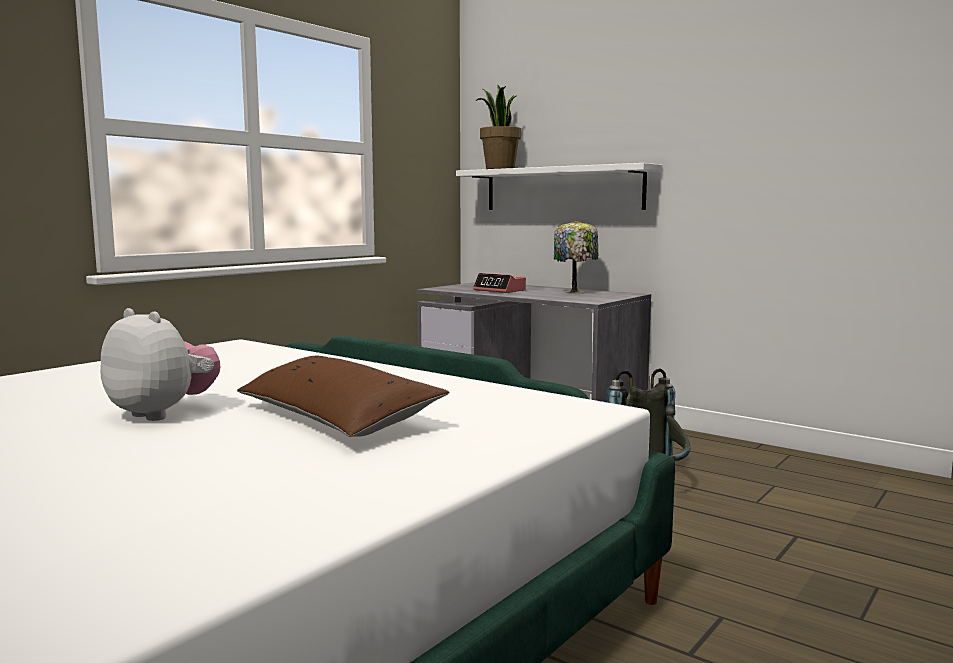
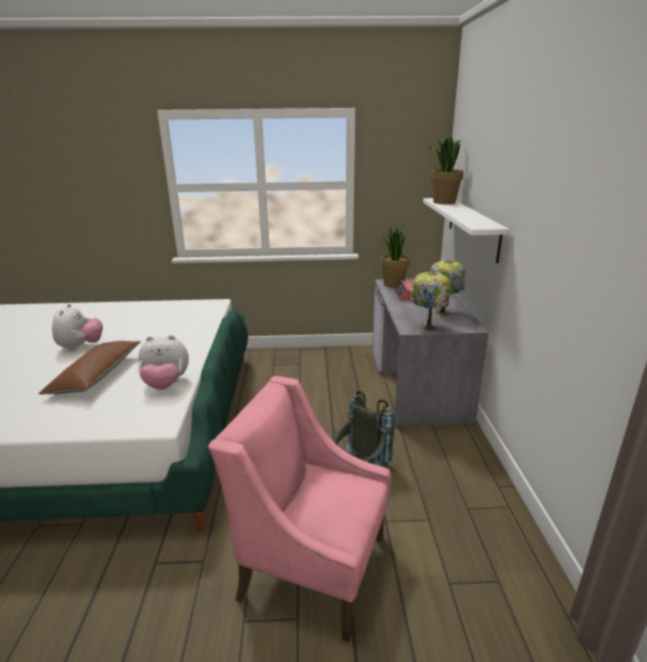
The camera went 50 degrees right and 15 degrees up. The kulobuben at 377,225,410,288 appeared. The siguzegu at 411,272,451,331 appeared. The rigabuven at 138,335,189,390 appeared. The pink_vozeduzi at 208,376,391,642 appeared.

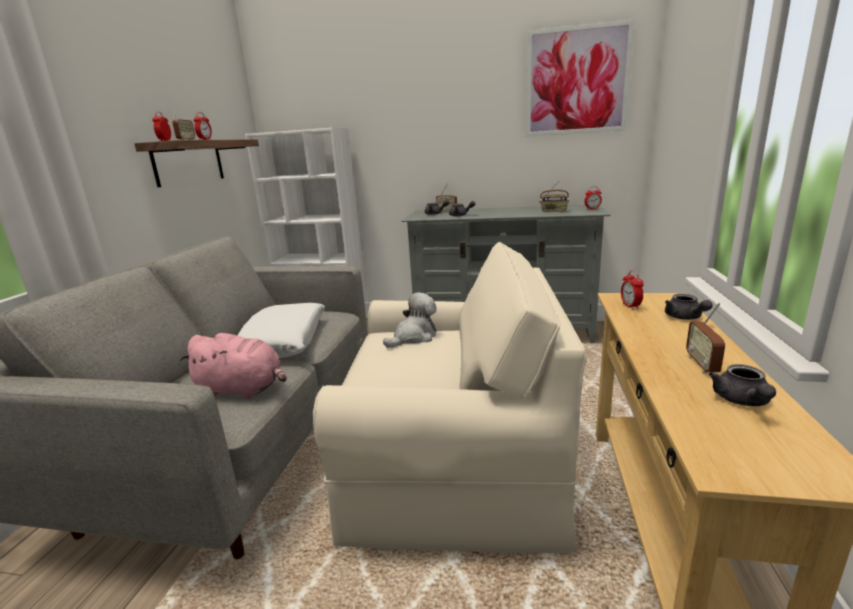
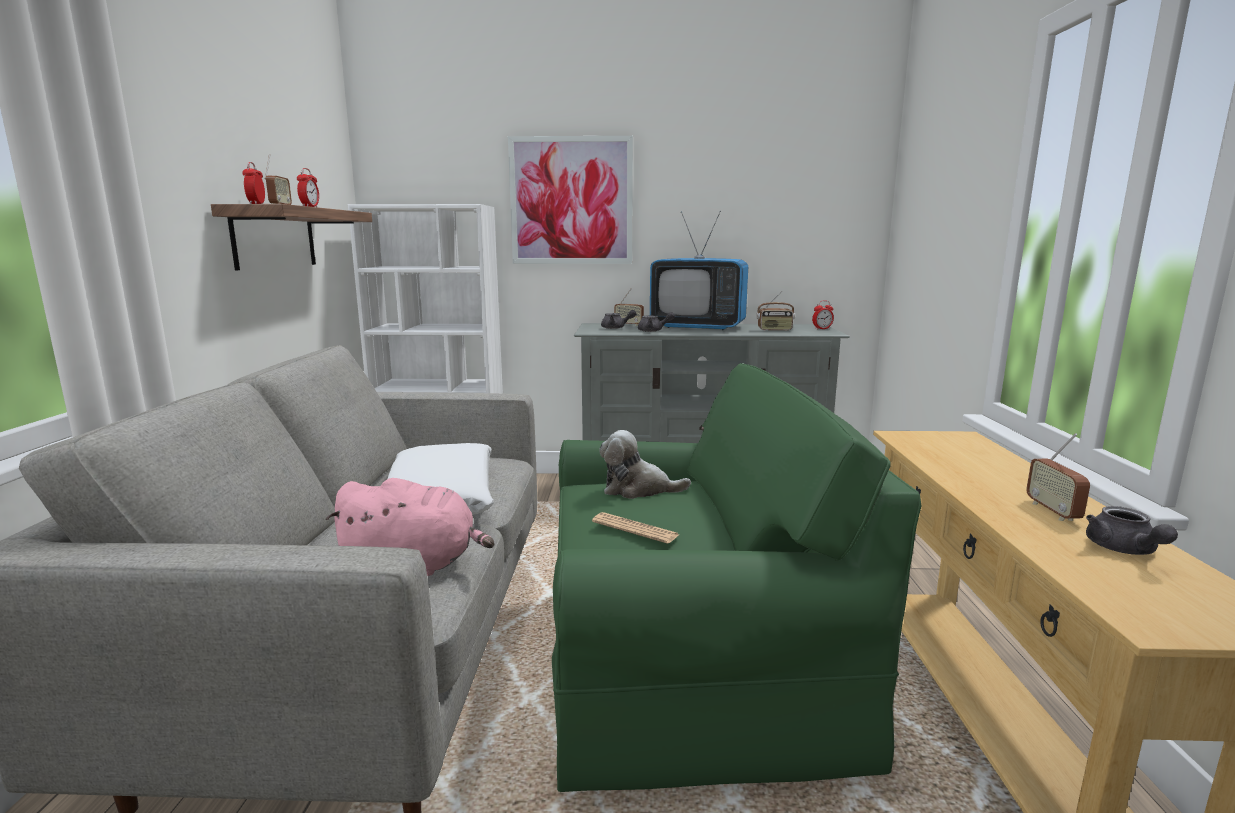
The camera went 10 degrees left and 5 degrees down. The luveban moved from 526,19,635,137 to 508,136,633,264. The beige_vozeduzi at 313,242,586,553 became the green_vozeduzi at 552,363,922,792. The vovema at 621,270,644,310 disappeared. The rigabuven at 383,292,437,348 turned 120 degrees counterclockwise. The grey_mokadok at 665,294,713,320 disappeared. The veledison at 650,211,748,330 appeared. The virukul at 592,512,679,544 appeared.

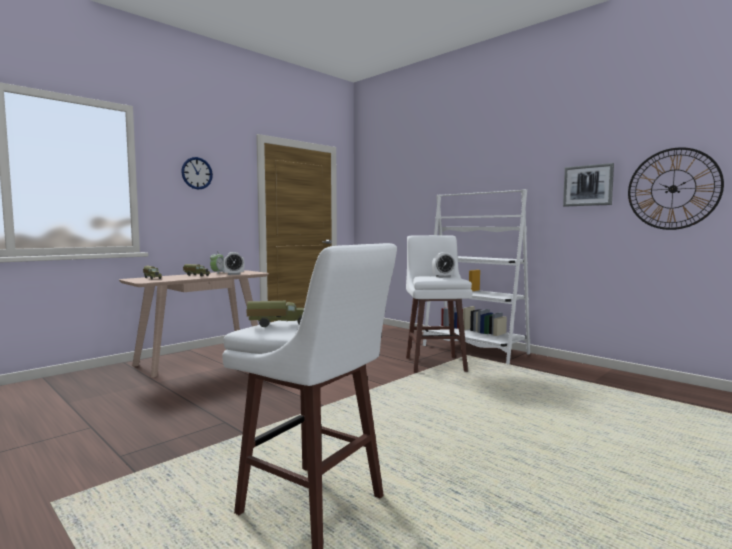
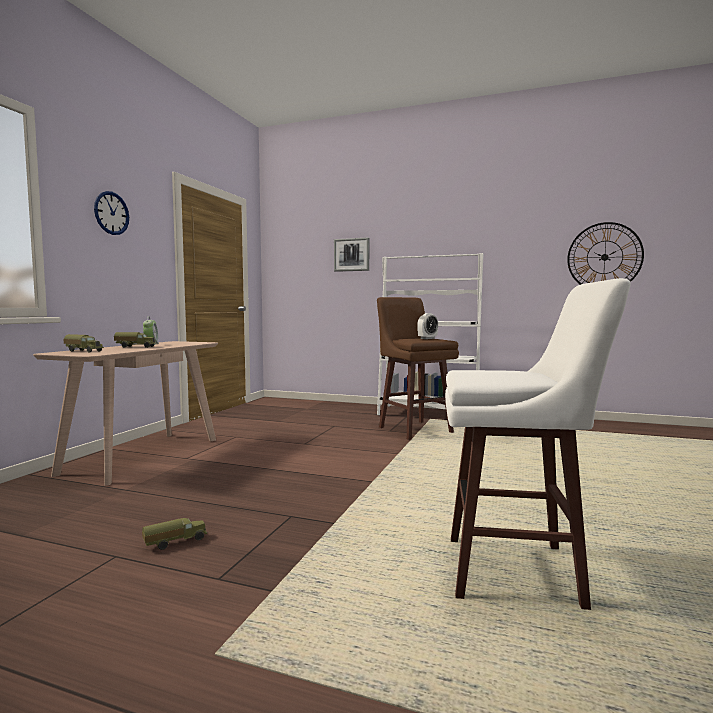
The camera went 25 degrees left and 0 degrees up. The luveban moved from 563,163,614,207 to 334,237,369,272. The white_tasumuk at 406,235,473,373 became the brown_tasumuk at 377,297,459,440. The vovema at 223,252,245,275 disappeared. The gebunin moved from 247,301,304,327 to 142,518,207,550.

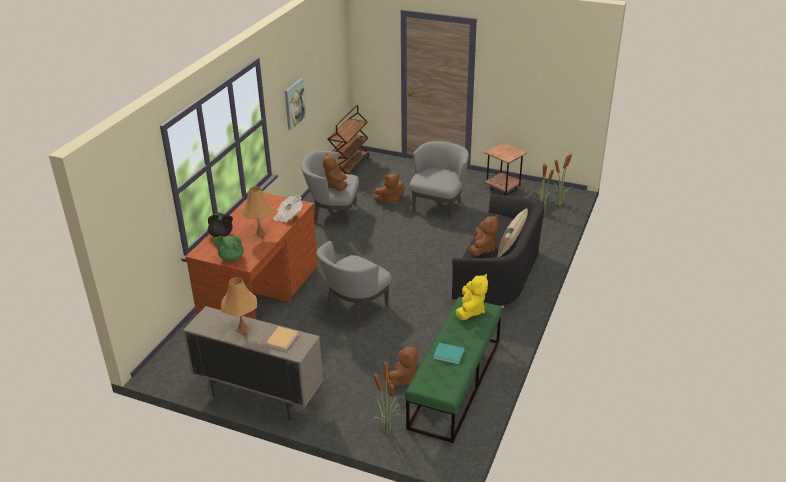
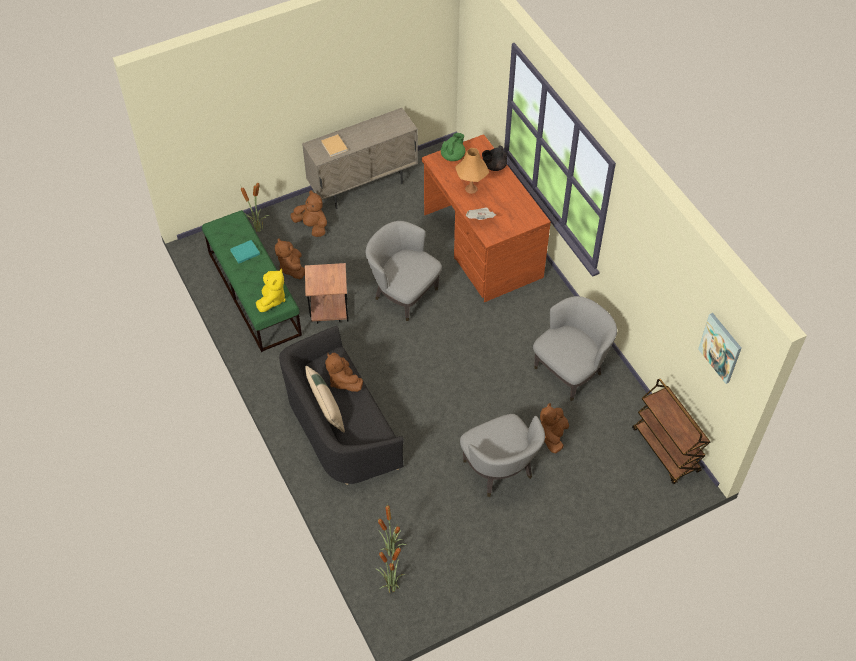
The camera went 130 degrees right and 20 degrees up. The luveban moved from 285,78,306,130 to 698,313,742,384. The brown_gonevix moved from 484,142,527,196 to 305,263,349,324. The brown_rigabuven moved from 323,153,347,191 to 290,190,327,237. The grey_vozeduzi at 316,241,392,325 turned 45 degrees counterclockwise. The yellow_rigabuven at 455,273,488,320 turned 135 degrees counterclockwise. The orange_siguzegu at 221,277,257,333 disappeared.

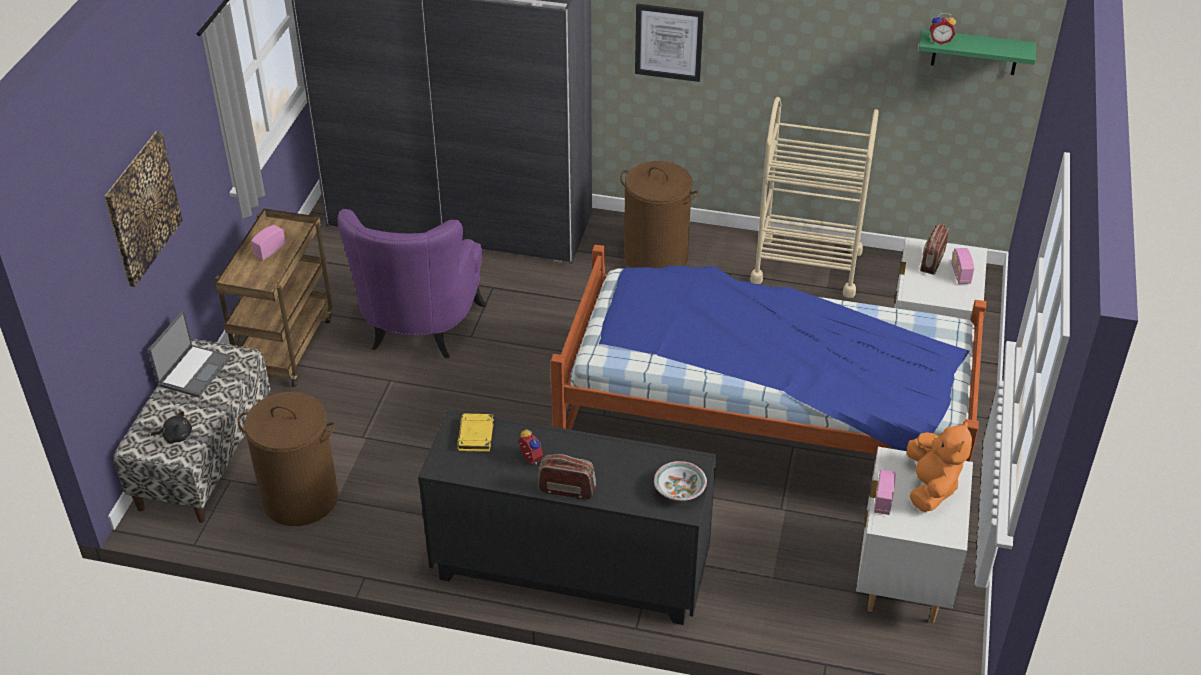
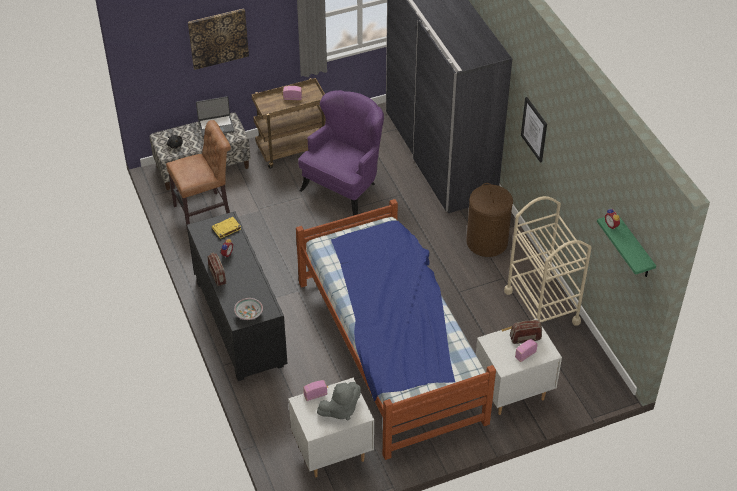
The camera went 55 degrees right and 5 degrees up. The purple_vozeduzi at 338,209,487,358 turned 150 degrees clockwise. The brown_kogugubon at 237,392,339,526 was replaced by the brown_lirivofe at 166,120,231,232. The orange_rigabuven at 907,420,972,512 became the grey_rigabuven at 317,382,361,420.

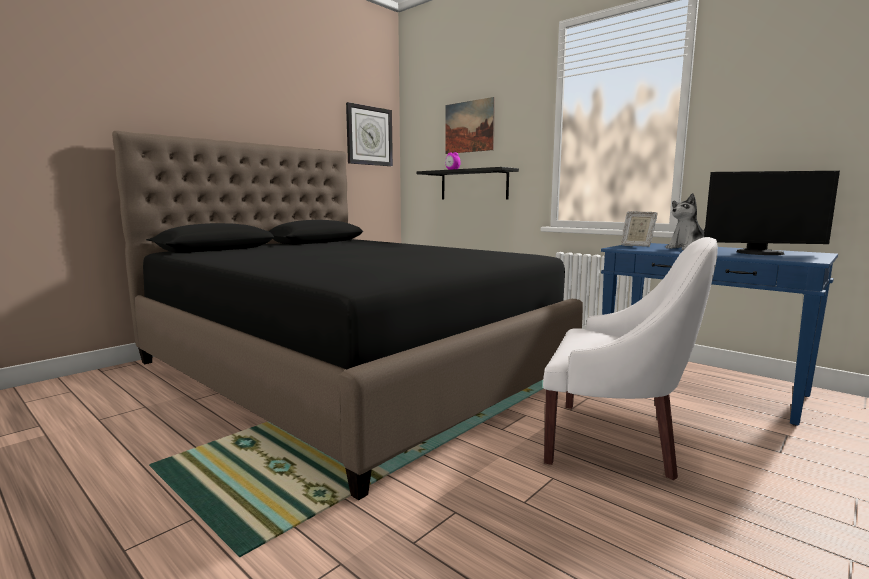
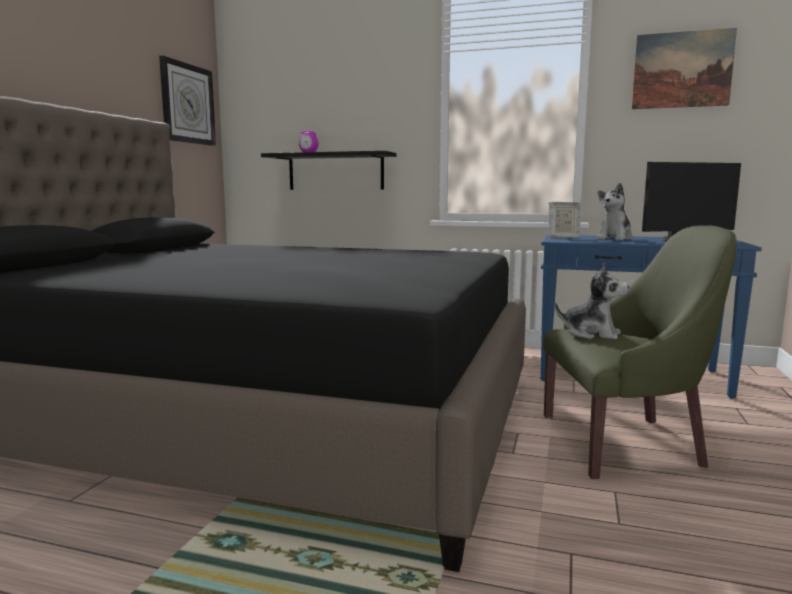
The camera went 25 degrees left and 0 degrees up. The luveban moved from 445,97,495,154 to 632,28,737,109. The white_vozeduzi at 543,237,718,480 became the green_vozeduzi at 543,225,737,479. The rigabuven at 555,262,629,339 appeared.

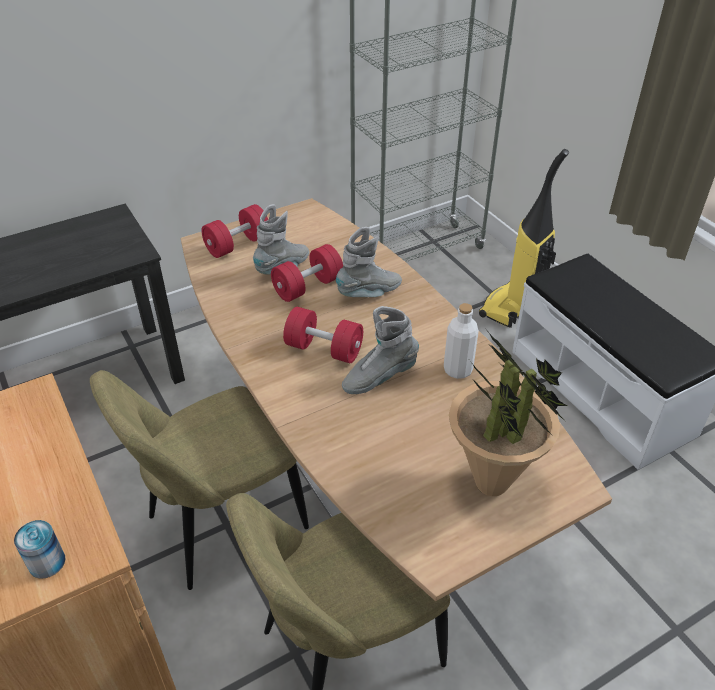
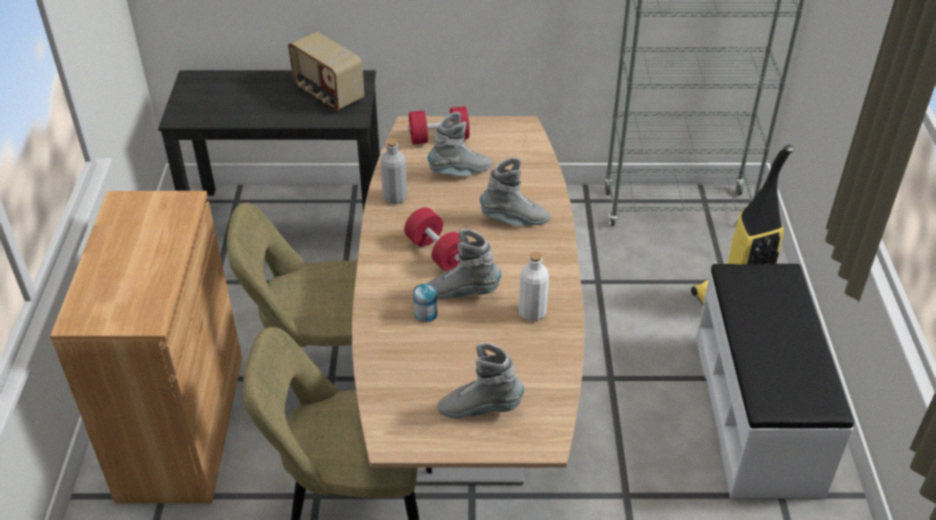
The camera went 30 degrees right and 0 degrees up. The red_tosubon at 271,244,343,302 disappeared. The kulobuben at 449,332,567,496 was replaced by the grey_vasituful at 438,343,524,419. The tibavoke moved from 14,520,65,579 to 413,284,438,322. The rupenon at 288,31,364,111 appeared. The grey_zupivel at 380,139,408,204 appeared.

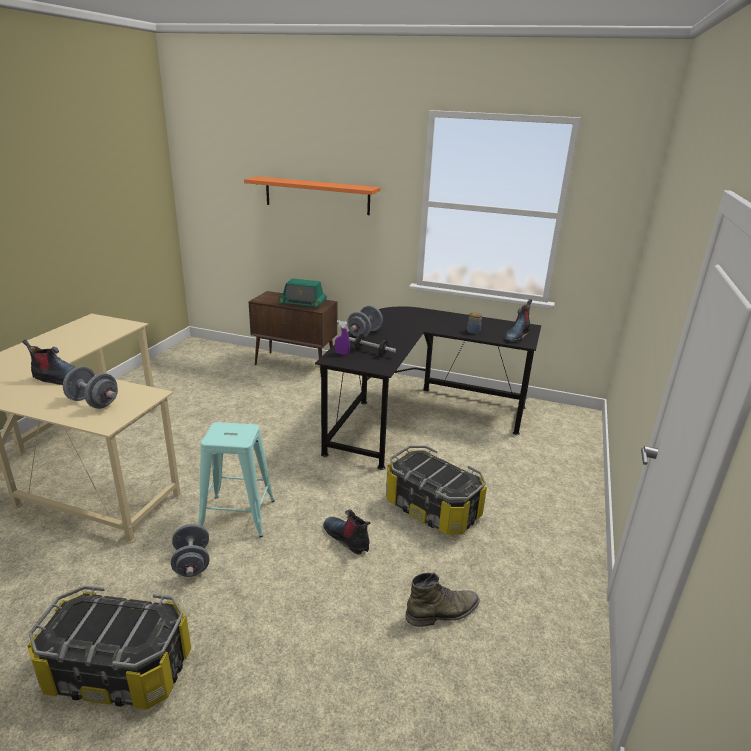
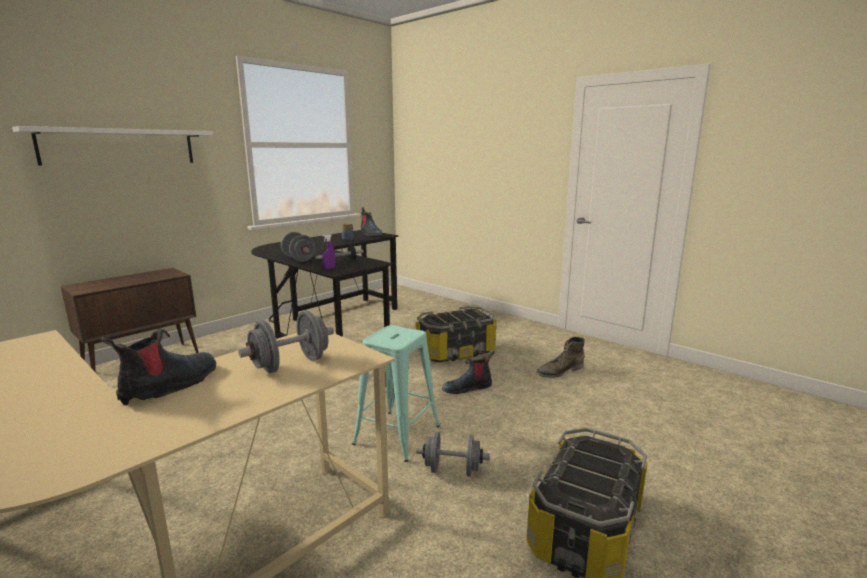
The camera went 65 degrees left and 10 degrees down. The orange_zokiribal at 244,176,381,215 became the white_zokiribal at 12,126,213,166. The rupenon at 278,278,327,308 disappeared. The green_vasituful at 405,572,480,627 turned 120 degrees counterclockwise.

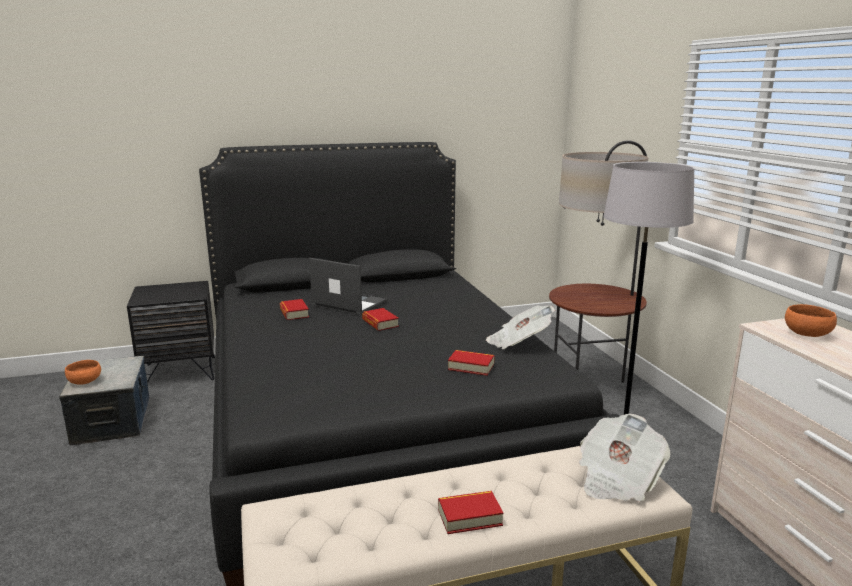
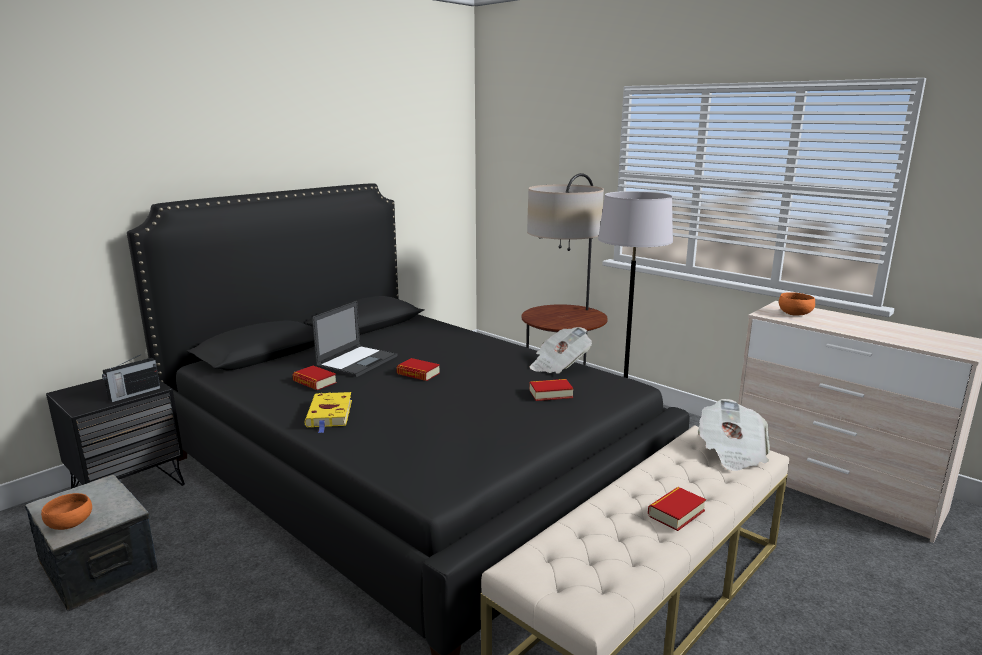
The camera went 30 degrees left and 0 degrees up. The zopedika at 309,258,388,315 turned 120 degrees clockwise. The rupenon at 102,354,160,402 appeared. The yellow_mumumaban at 304,392,352,433 appeared.

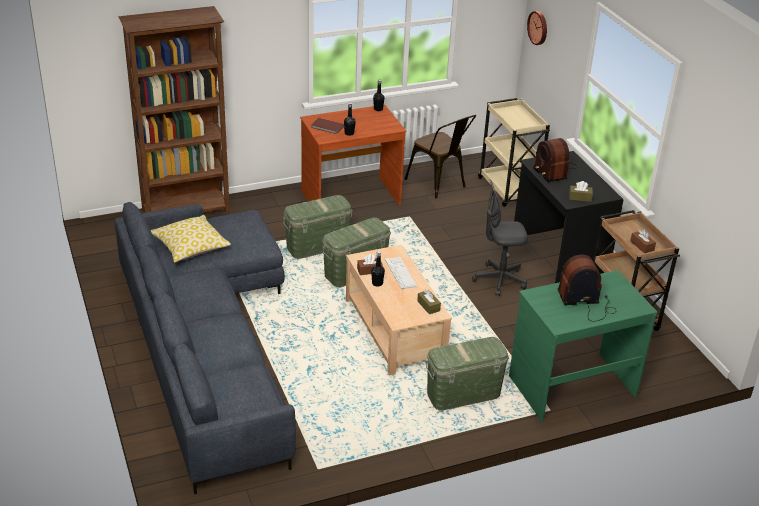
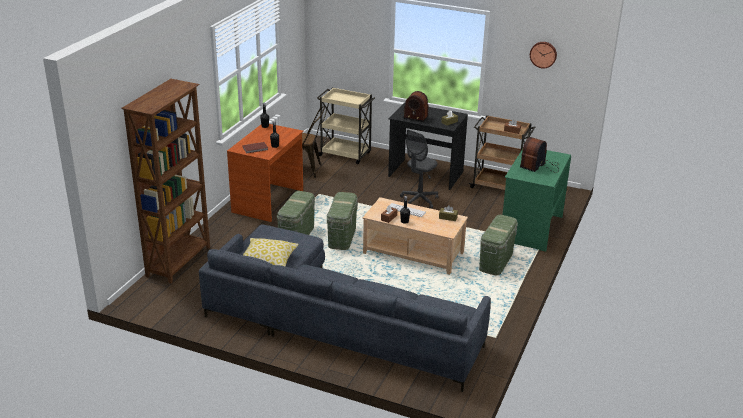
The camera went 45 degrees left and 5 degrees down. The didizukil moved from 527,11,547,45 to 530,42,557,68.

